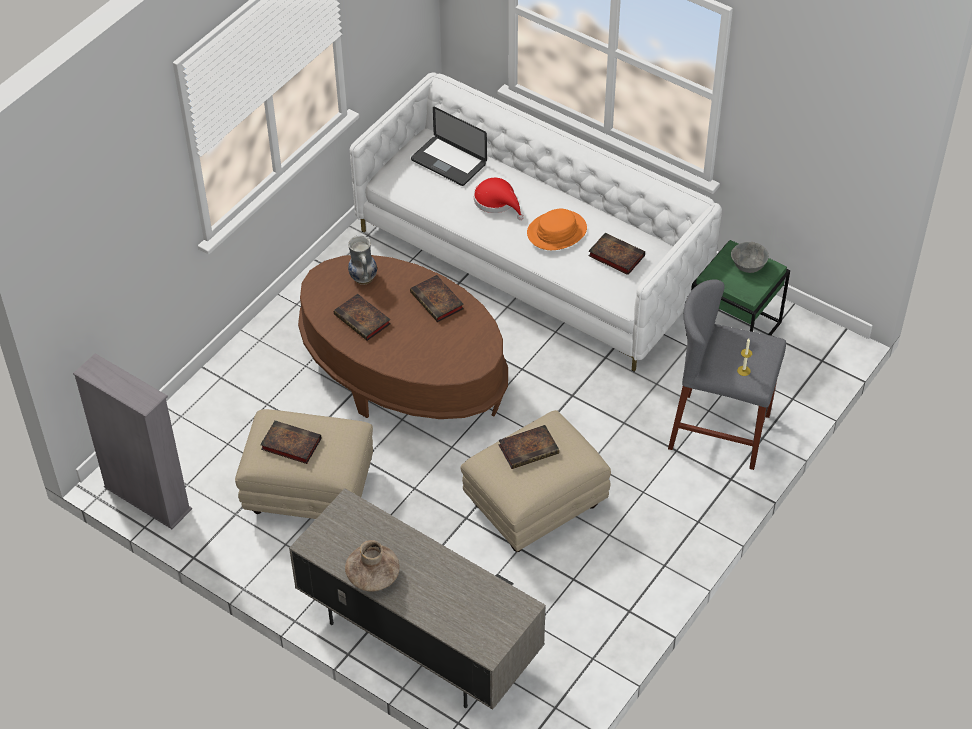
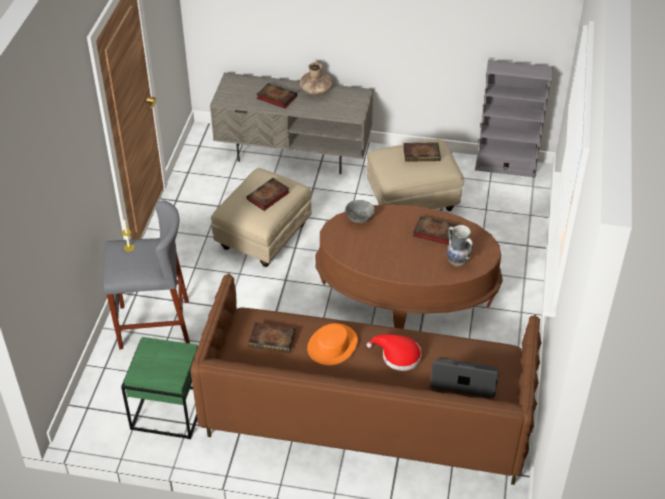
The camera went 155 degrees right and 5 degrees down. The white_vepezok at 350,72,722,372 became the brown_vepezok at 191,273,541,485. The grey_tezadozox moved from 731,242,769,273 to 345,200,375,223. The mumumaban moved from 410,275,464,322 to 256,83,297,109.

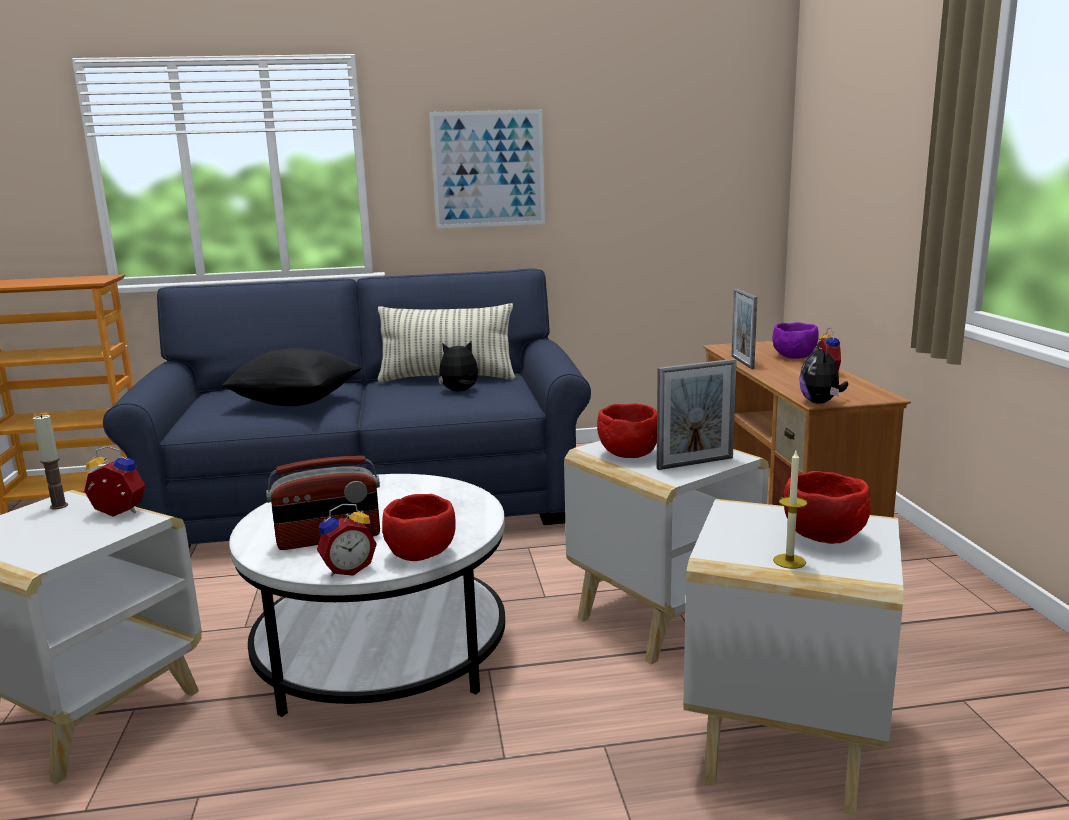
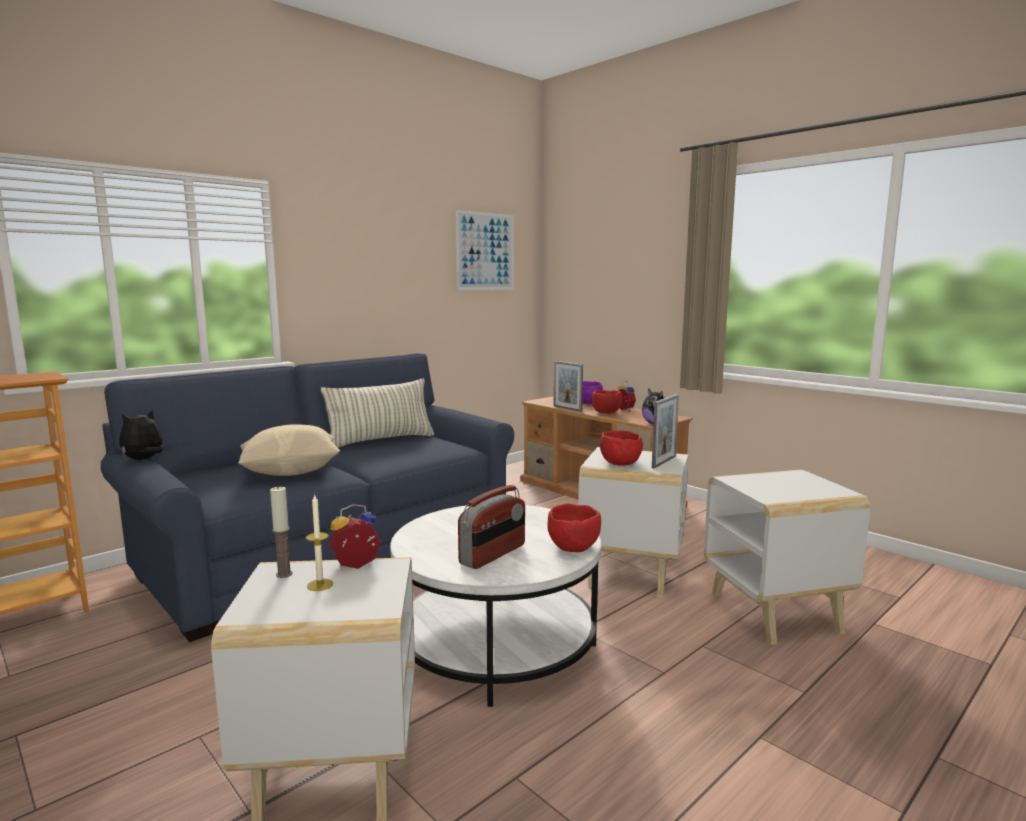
The camera went 35 degrees left and 5 degrees down. The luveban moved from 429,109,545,229 to 455,210,513,290. The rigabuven moved from 438,341,478,391 to 119,409,164,460. The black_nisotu at 222,348,362,406 became the beige_nisotu at 238,424,340,476. The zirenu moved from 773,451,807,569 to 306,494,333,591. The red_tezadozox moved from 784,471,871,544 to 592,390,622,414. The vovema at 317,504,377,577 disappeared.

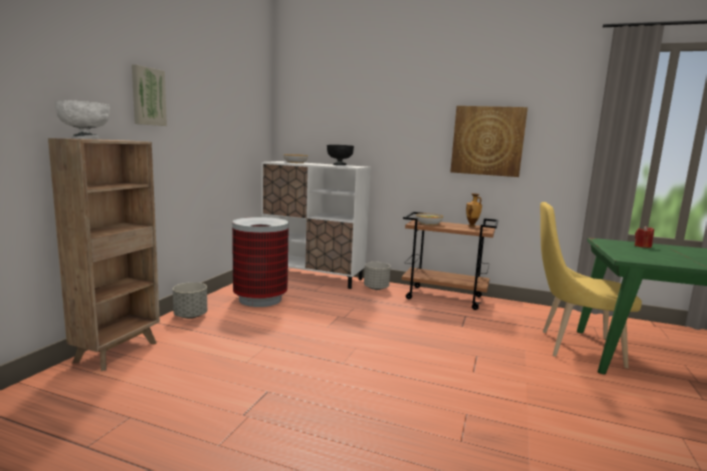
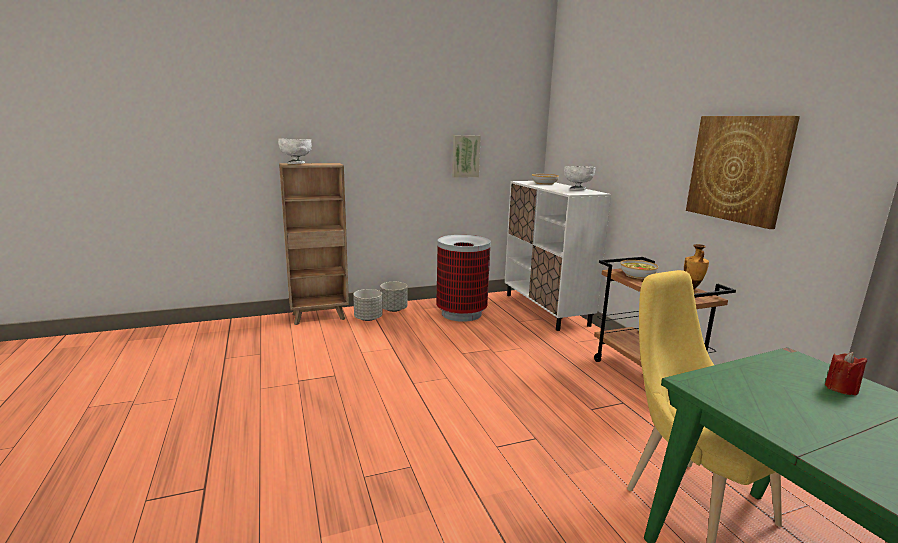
The camera went 50 degrees right and 5 degrees up. The luveban moved from 132,65,167,126 to 452,135,481,178. The black_tezadozox at 327,145,354,165 became the white_tezadozox at 564,166,596,190. The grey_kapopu moved from 364,262,390,290 to 353,289,382,321.

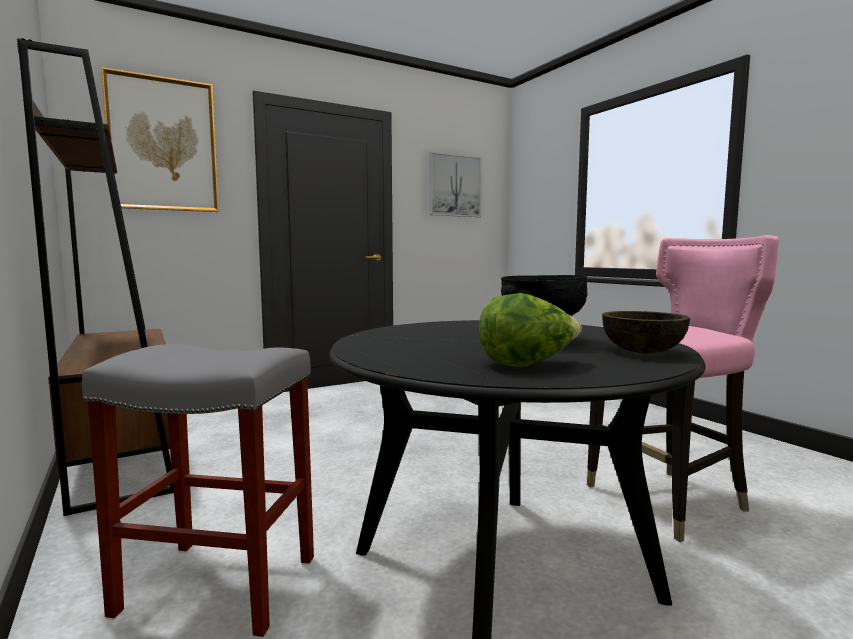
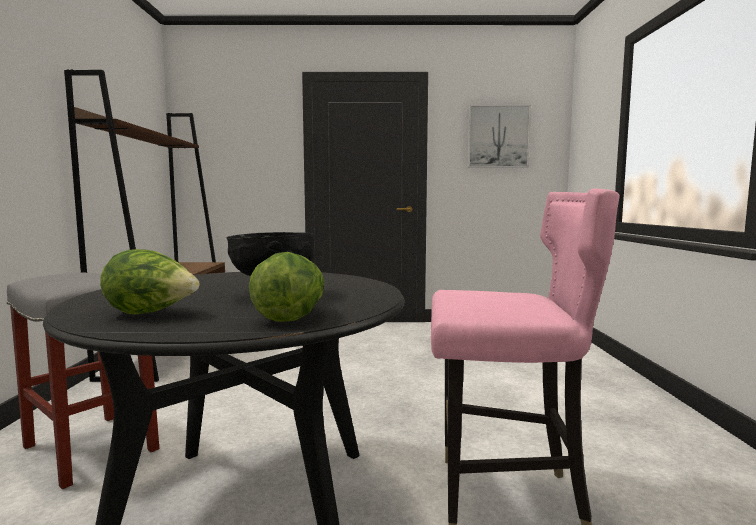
The camera went 30 degrees right and 0 degrees up. The luveban at 101,67,219,212 disappeared. The brown_tezadozox at 602,311,690,354 was replaced by the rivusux at 249,252,325,322.

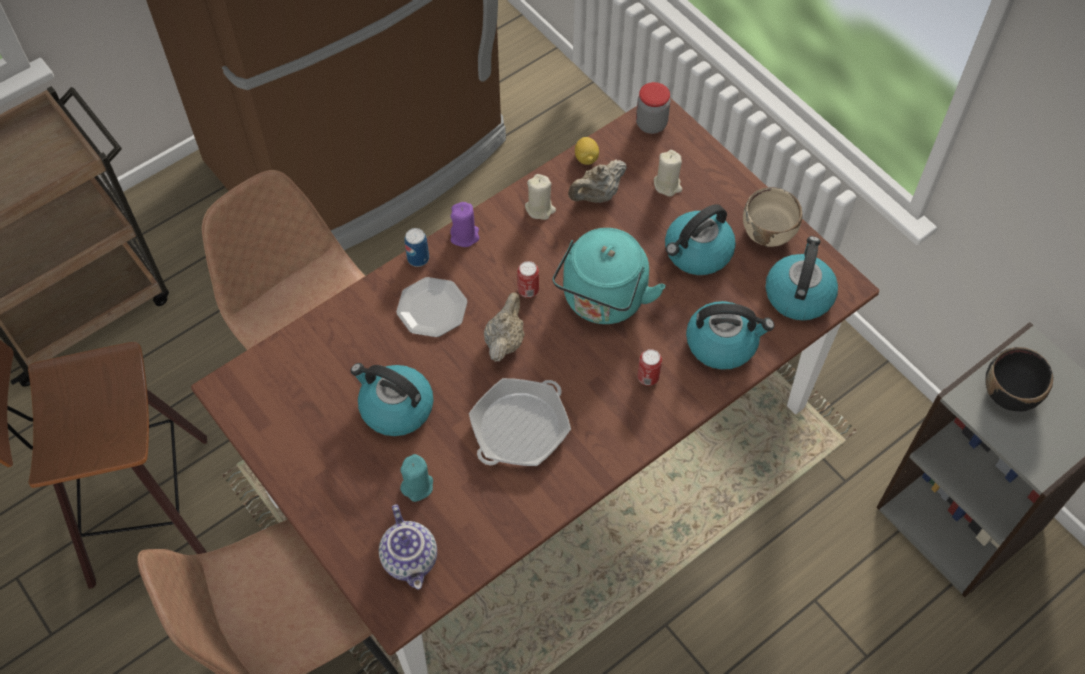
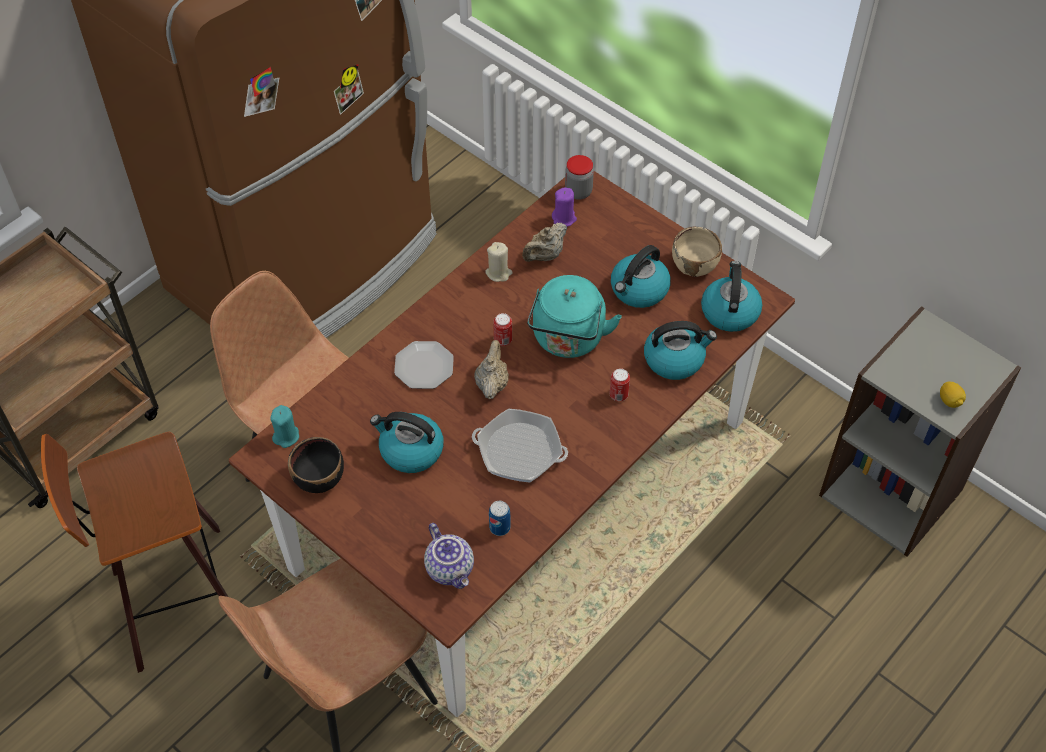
The camera went 10 degrees left and 5 degrees down. The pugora moved from 575,137,599,165 to 940,382,966,408. The beige_zirenu at 654,150,682,197 disappeared. The purple_zirenu moved from 450,202,479,247 to 552,187,577,227. The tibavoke moved from 405,228,429,267 to 489,501,511,536. The black_tezadozox moved from 985,347,1053,412 to 288,437,344,493. The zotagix at 469,378,571,466 turned 75 degrees clockwise. The turquoise_zirenu moved from 400,454,433,502 to 270,405,299,448.

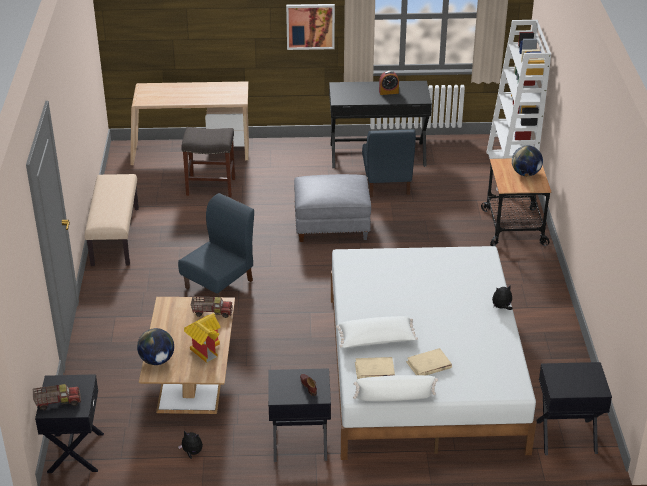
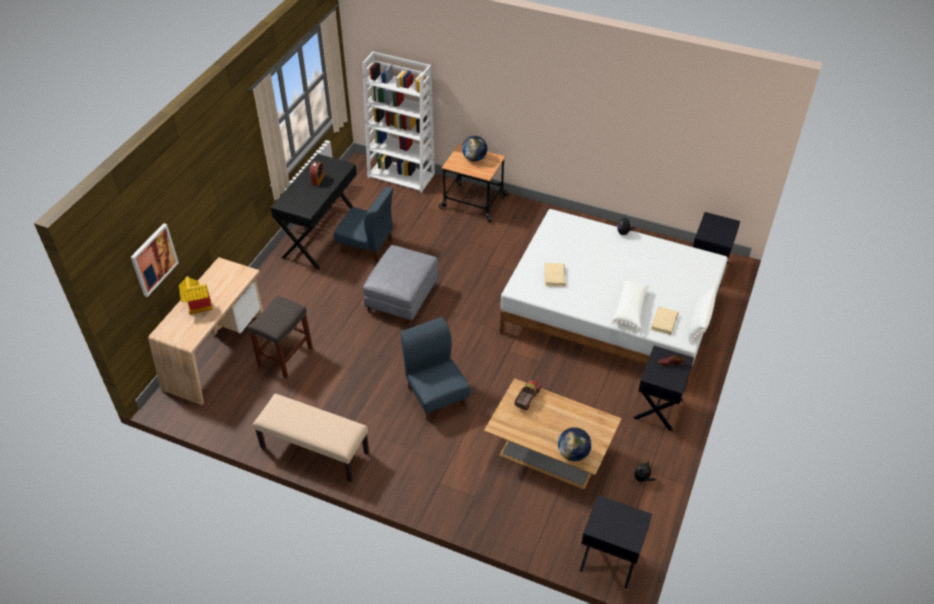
The camera went 65 degrees left and 10 degrees up. The luveban moved from 286,4,335,50 to 131,223,179,297. The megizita moved from 184,313,221,363 to 179,276,213,314. The beige_mumumaban moved from 406,348,452,375 to 544,263,566,286. The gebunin at 33,384,81,410 disappeared.

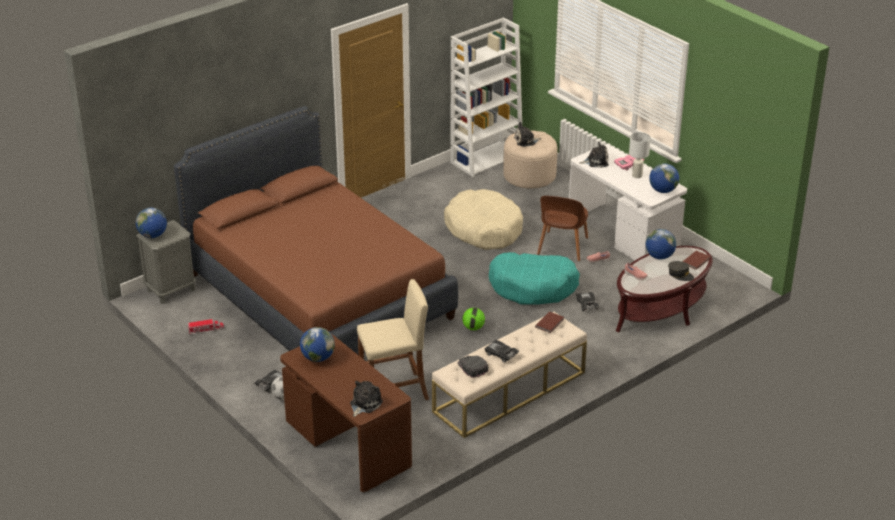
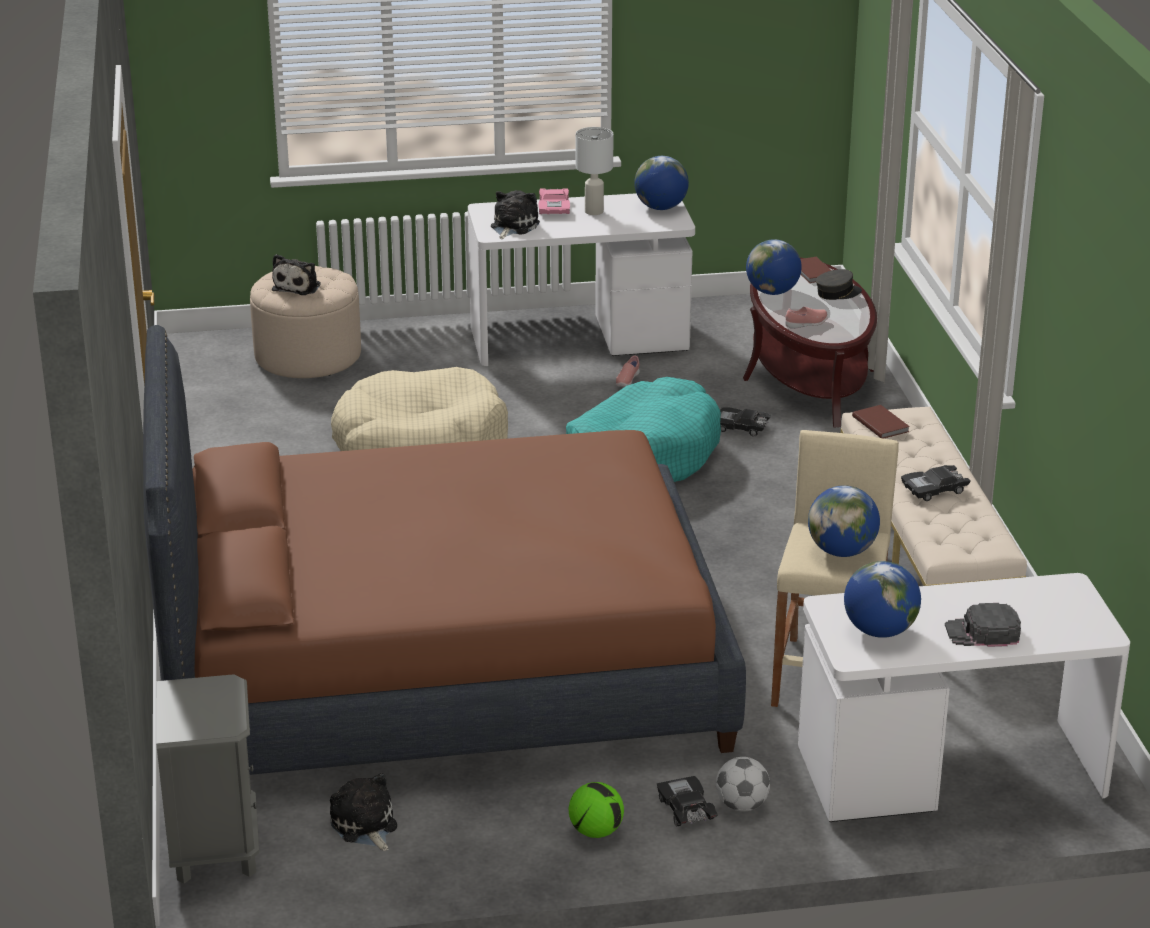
The camera went 60 degrees left and 5 degrees down. The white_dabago at 451,17,522,177 disappeared. The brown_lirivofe at 537,196,588,261 disappeared. The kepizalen moved from 136,208,167,238 to 808,485,880,557. The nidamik moved from 462,308,485,330 to 569,782,624,838. The gebunin at 188,319,224,334 disappeared. The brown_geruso at 280,334,412,492 became the white_geruso at 798,573,1130,822. The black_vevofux moved from 457,355,488,378 to 945,603,1021,647. The rigabuven moved from 350,381,383,417 to 330,773,397,851.

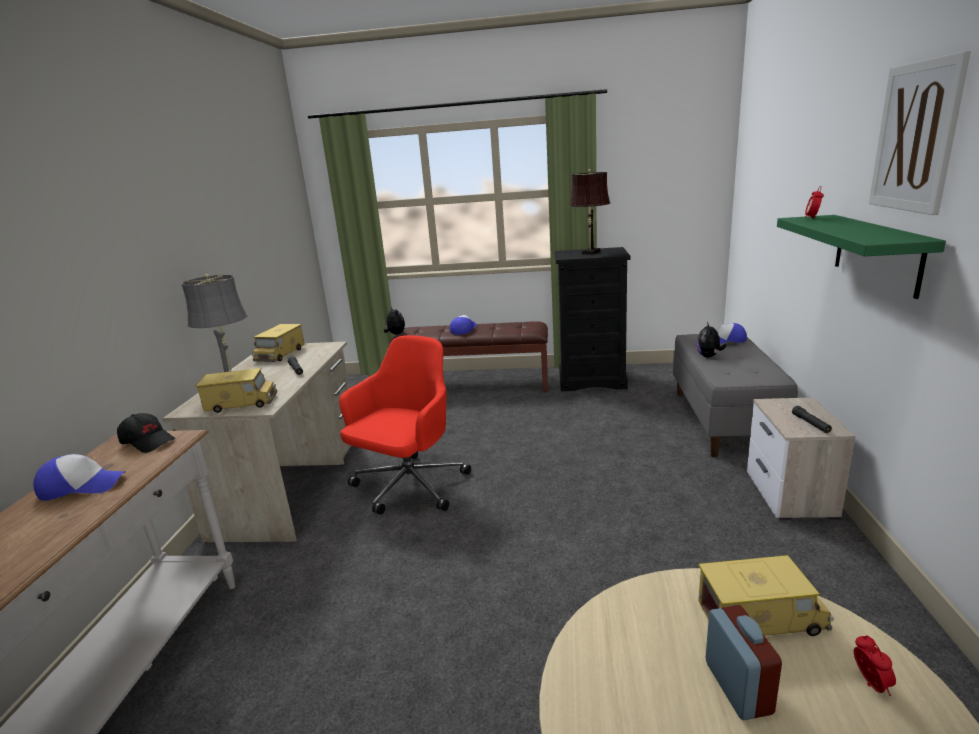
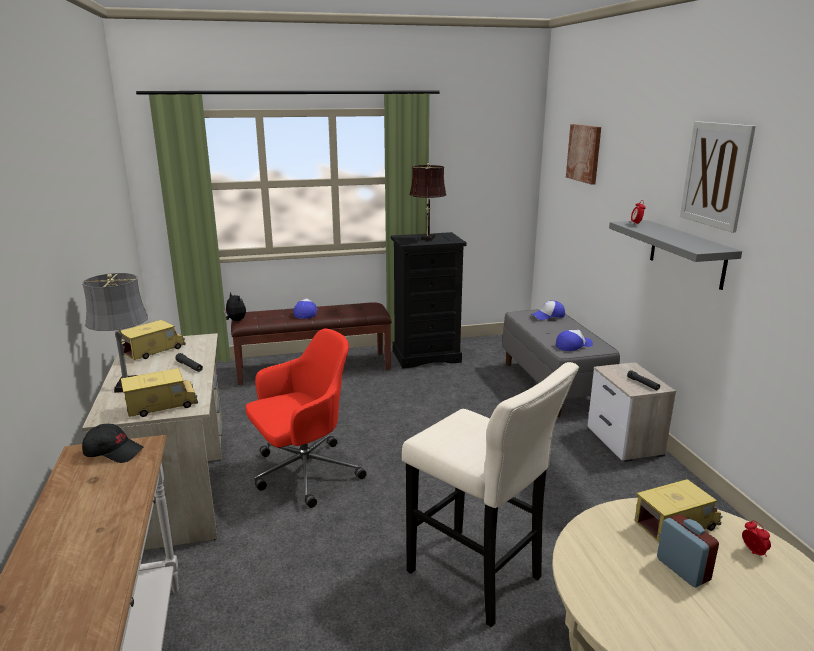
The camera went 20 degrees left and 0 degrees up. The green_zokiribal at 777,215,946,299 became the grey_zokiribal at 609,220,742,290. The rigabuven at 697,322,726,357 disappeared. The gebunin at 252,324,305,362 turned 135 degrees counterclockwise. The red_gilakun at 339,335,471,515 turned 45 degrees clockwise. The vevofux moved from 34,454,126,501 to 556,330,593,351. The luveban at 566,124,601,184 appeared. The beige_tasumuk at 402,362,579,628 appeared.

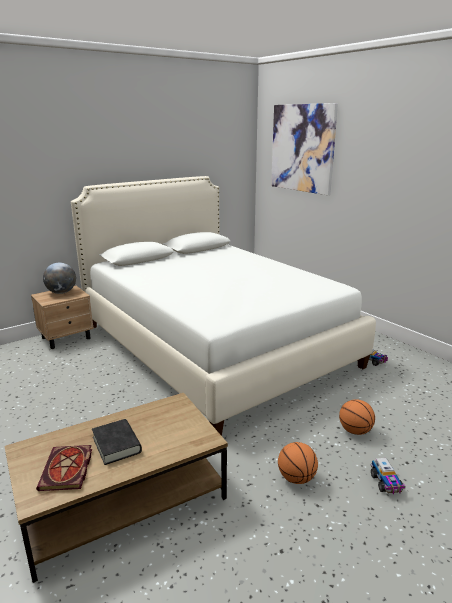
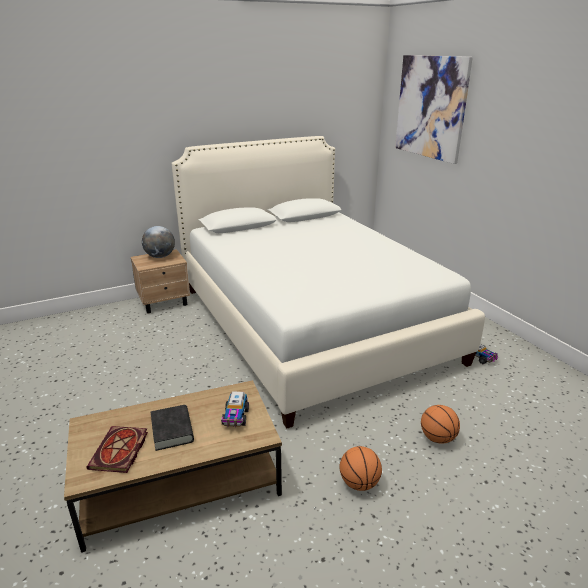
The camera went 10 degrees right and 5 degrees up. The gebunin moved from 371,458,406,495 to 221,391,249,427.

